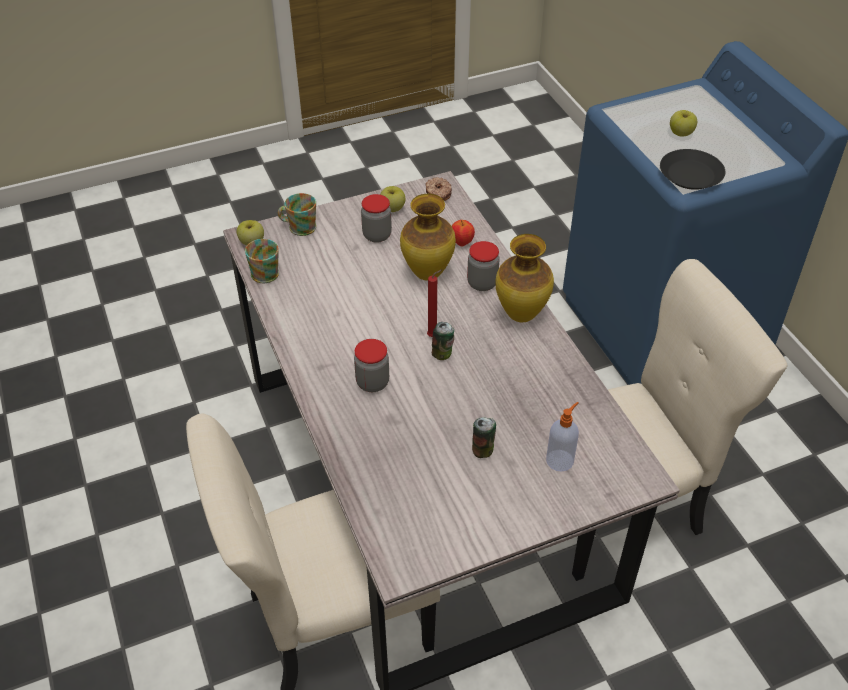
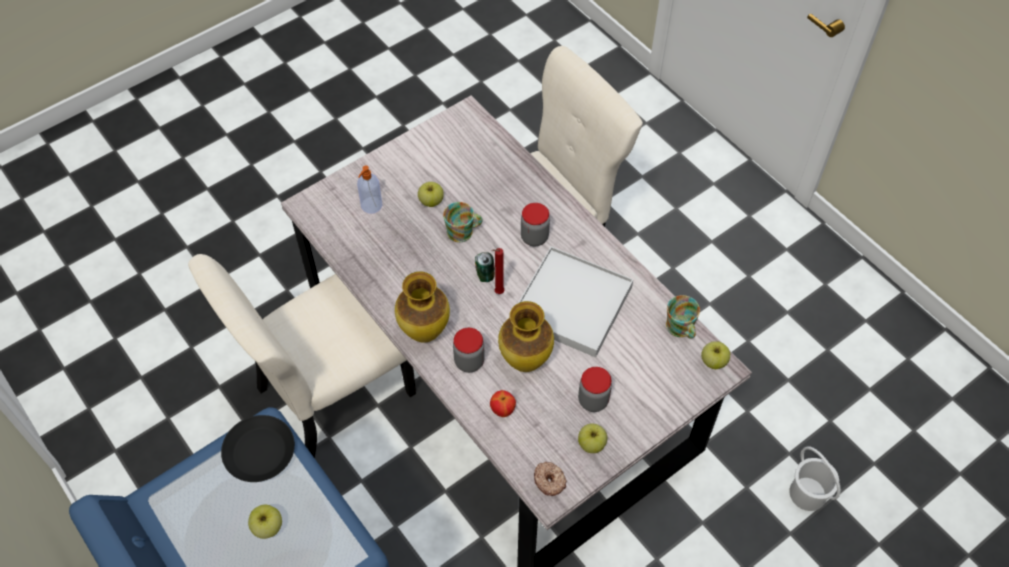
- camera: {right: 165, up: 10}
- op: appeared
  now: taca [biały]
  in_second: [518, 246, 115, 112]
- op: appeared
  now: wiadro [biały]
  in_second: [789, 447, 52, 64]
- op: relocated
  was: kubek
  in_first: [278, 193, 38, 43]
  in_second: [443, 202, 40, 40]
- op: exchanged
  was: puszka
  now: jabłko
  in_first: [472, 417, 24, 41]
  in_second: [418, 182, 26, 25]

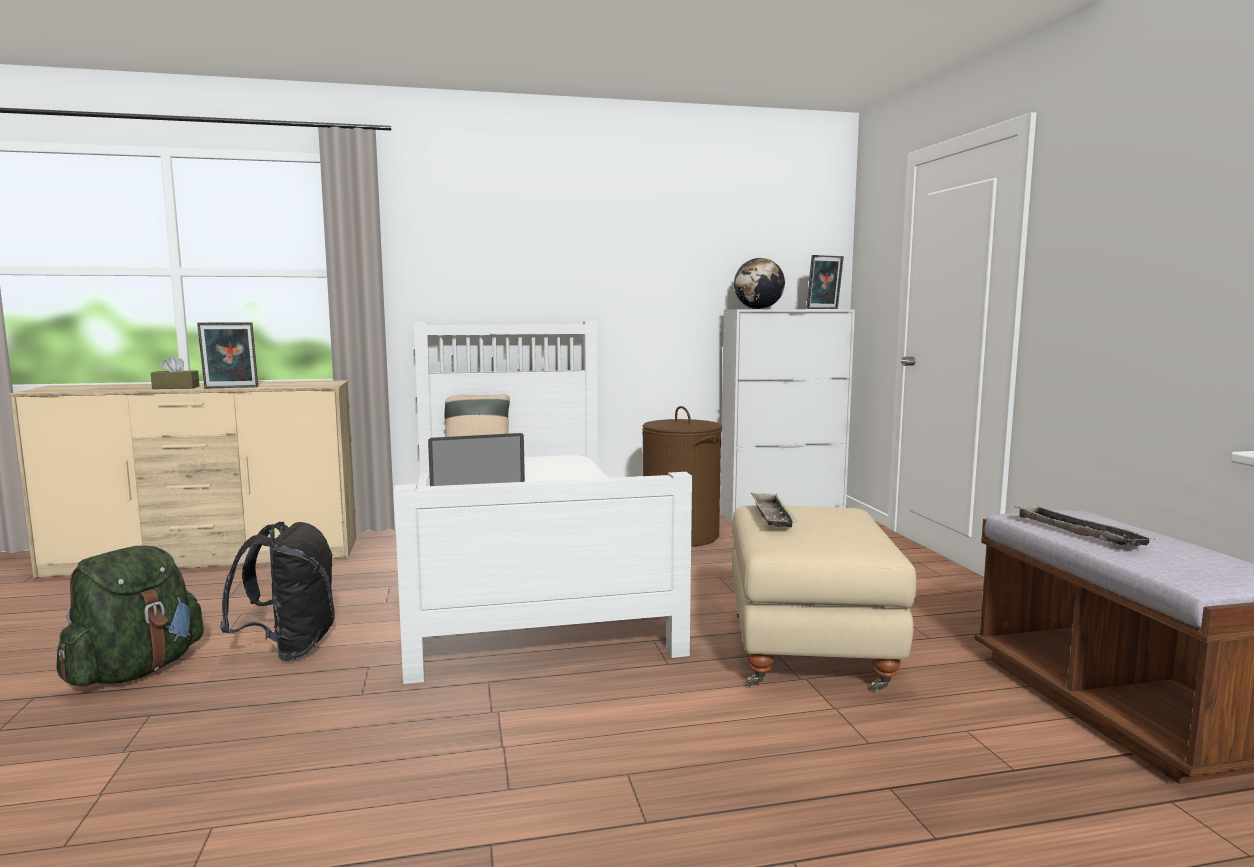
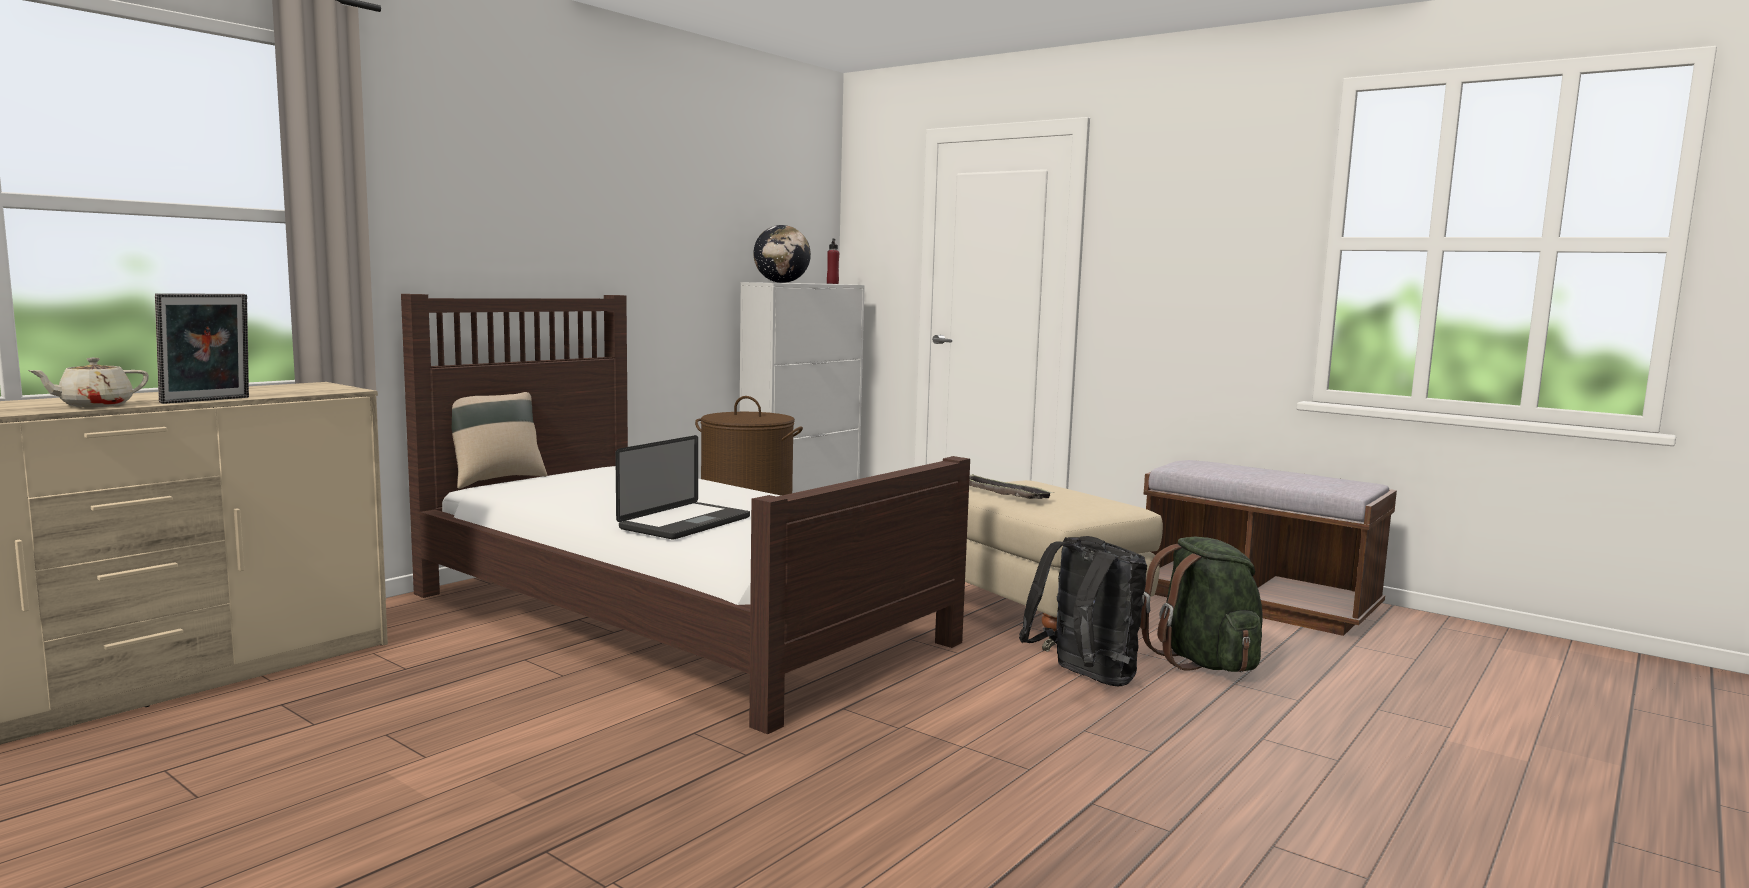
- camera: {right: -40, up: 0}
- op: missing
  was: taca
  in_first: [1015, 505, 139, 41]
- op: relocated
  was: plecak [zielony]
  in_first: [56, 545, 148, 142]
  in_second: [1140, 537, 122, 135]
- op: relocated
  was: plecak [czarny]
  in_first: [220, 522, 115, 139]
  in_second: [1019, 536, 128, 150]
- op: exchanged
  was: pudełko chusteczek [brązowy]
  now: imbryk [beżowy]
  in_first: [151, 356, 48, 33]
  in_second: [28, 358, 121, 49]
- op: exchanged
  was: ramka na zdjęcie
  now: butelka [czerwony]
  in_first: [806, 255, 38, 54]
  in_second: [827, 239, 12, 45]
- op: colour
  was: łóżko [biały]
  now: łóżko [brązowy]
  in_first: [394, 321, 298, 363]
  in_second: [401, 294, 569, 440]

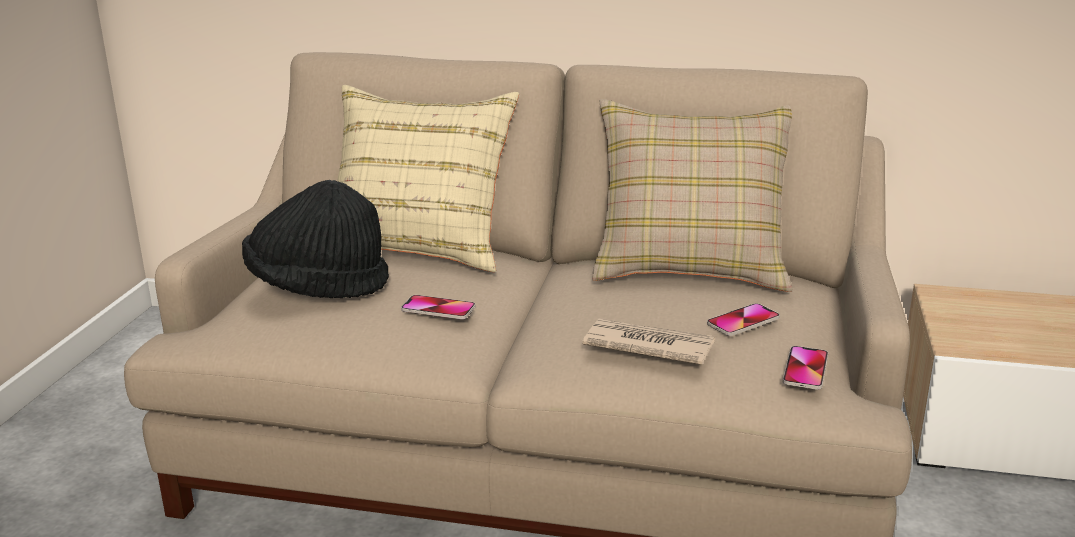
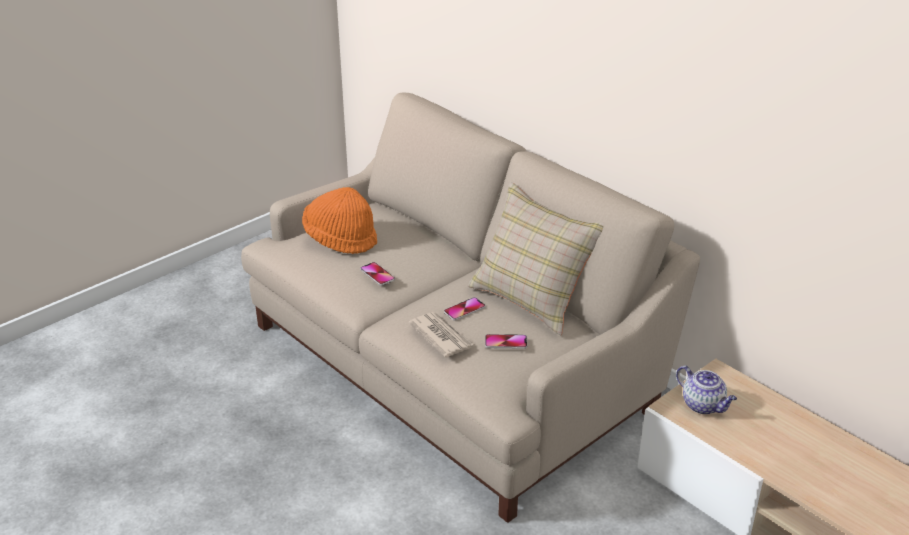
- camera: {right: 35, up: 10}
- op: missing
  was: poduszka [beżowy]
  in_first: [337, 85, 182, 187]
- op: appeared
  now: imbryk
  in_second: [676, 365, 61, 49]
- op: relocated
  was: telefon
  in_first: [783, 346, 45, 44]
  in_second: [444, 297, 42, 24]
- op: colour
  was: kapelusz [czarny]
  now: kapelusz [pomarańczowy]
  in_first: [242, 180, 147, 118]
  in_second: [302, 187, 75, 67]

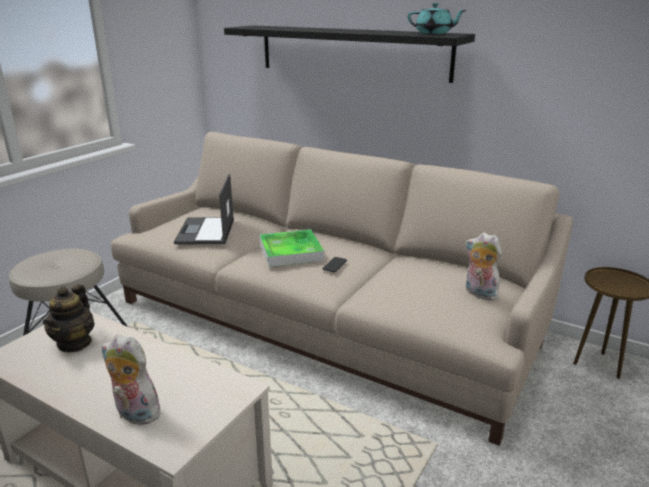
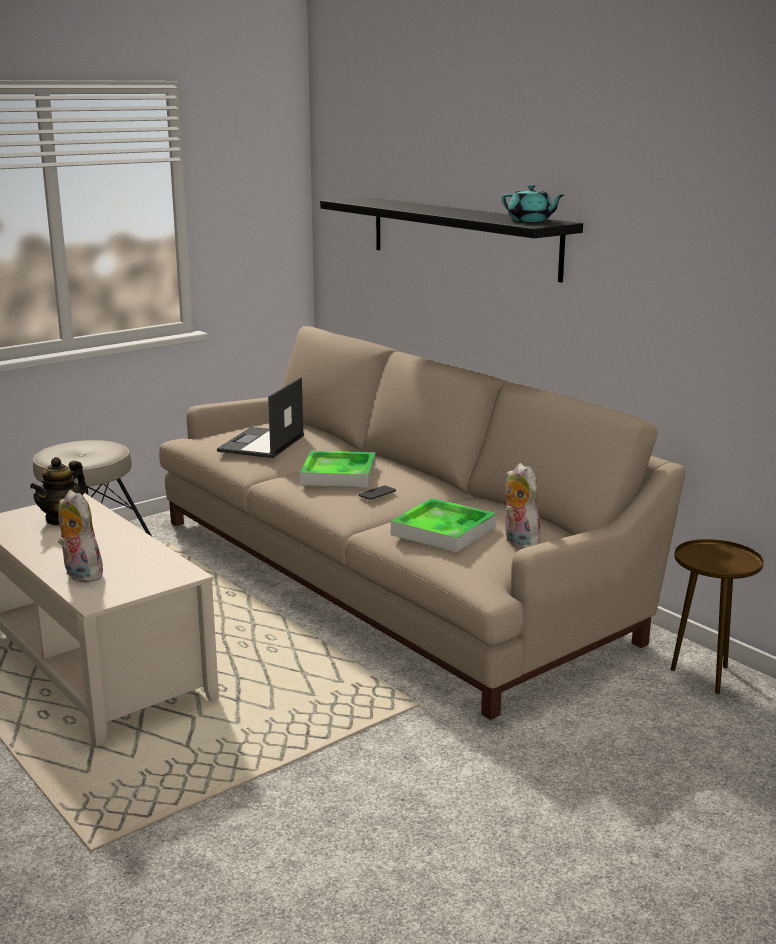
- camera: {right: 20, up: -5}
- op: appeared
  now: taca
  in_second: [391, 498, 105, 54]

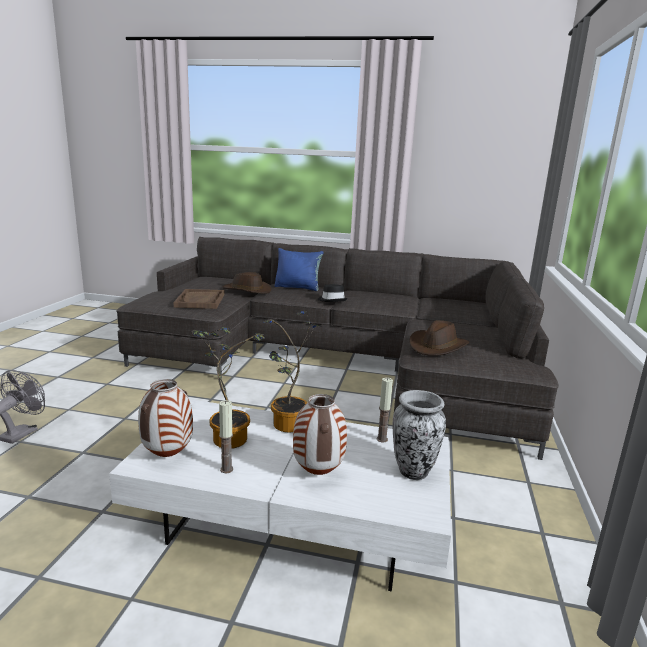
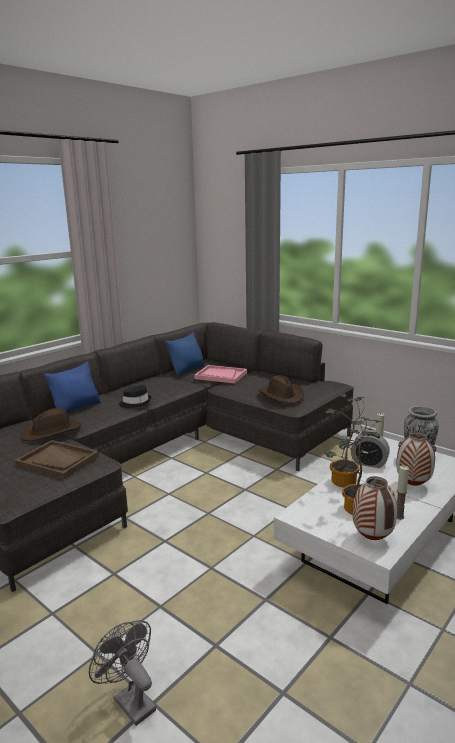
- camera: {right: -60, up: 0}
- op: appeared
  now: poduszka [niebieski]
  in_second: [165, 332, 40, 44]
- op: appeared
  now: taca [różowy]
  in_second: [194, 365, 53, 19]
- op: appeared
  now: budzik
  in_second: [351, 432, 39, 36]

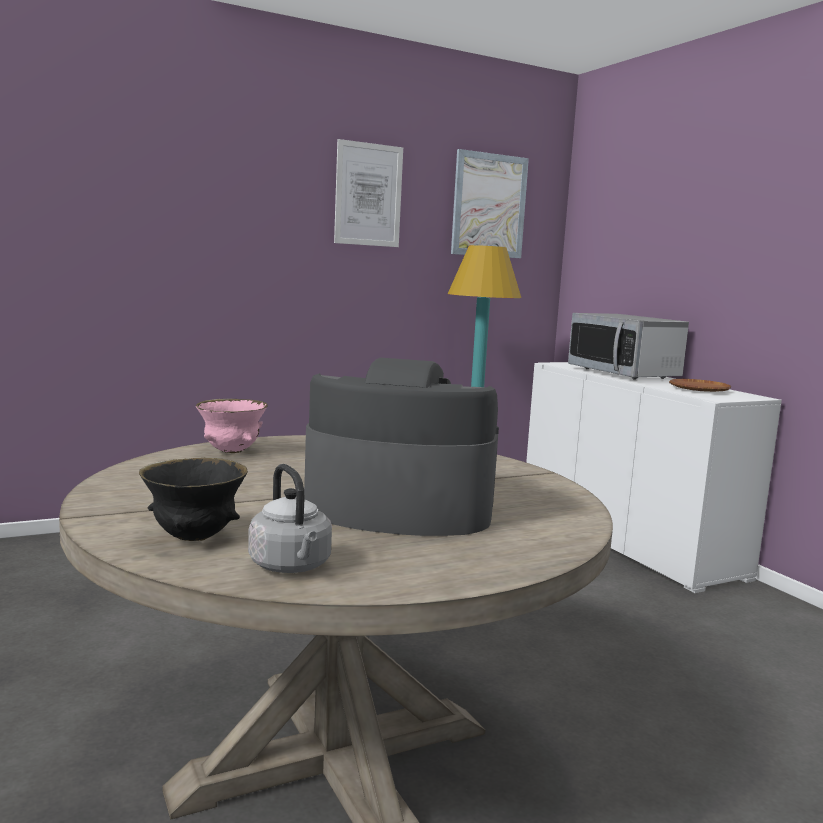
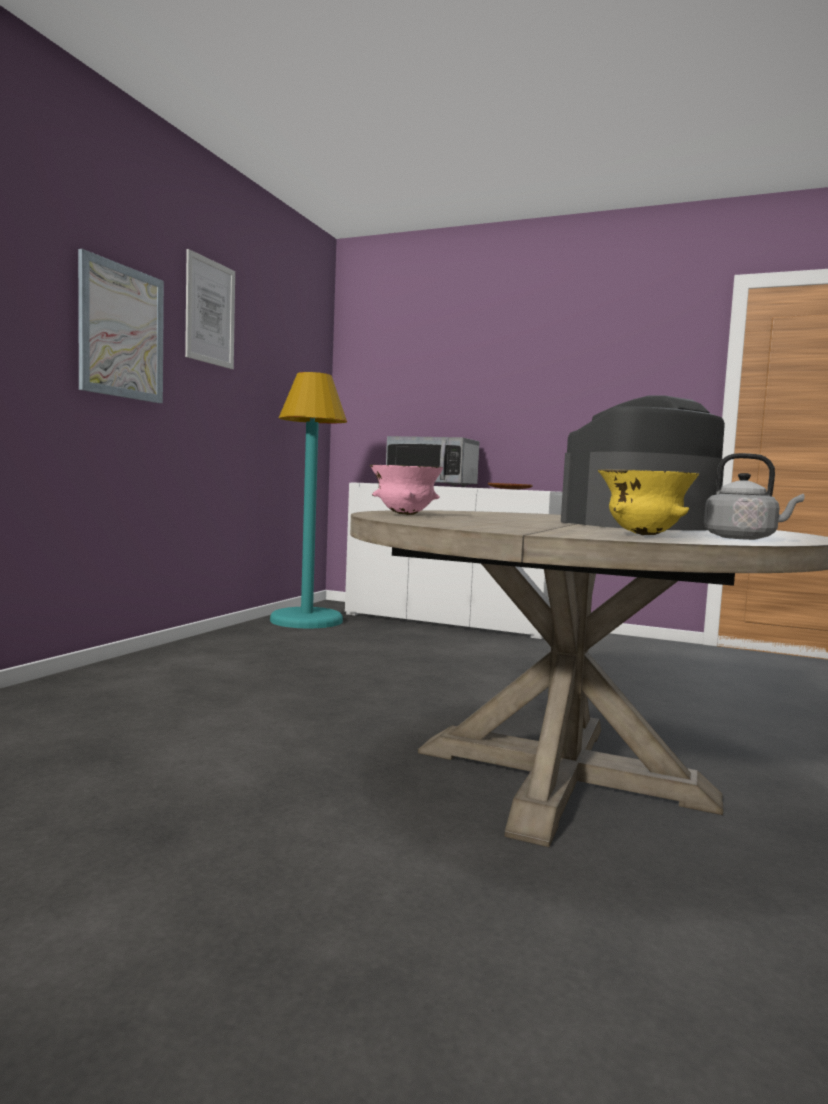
- camera: {right: -40, up: -5}
- op: relocated
  was: obraz
  in_first: [451, 149, 78, 109]
  in_second: [78, 249, 86, 154]
- op: colour
  was: miska [czarny]
  now: miska [żółty]
  in_first: [139, 458, 109, 83]
  in_second: [598, 469, 101, 66]

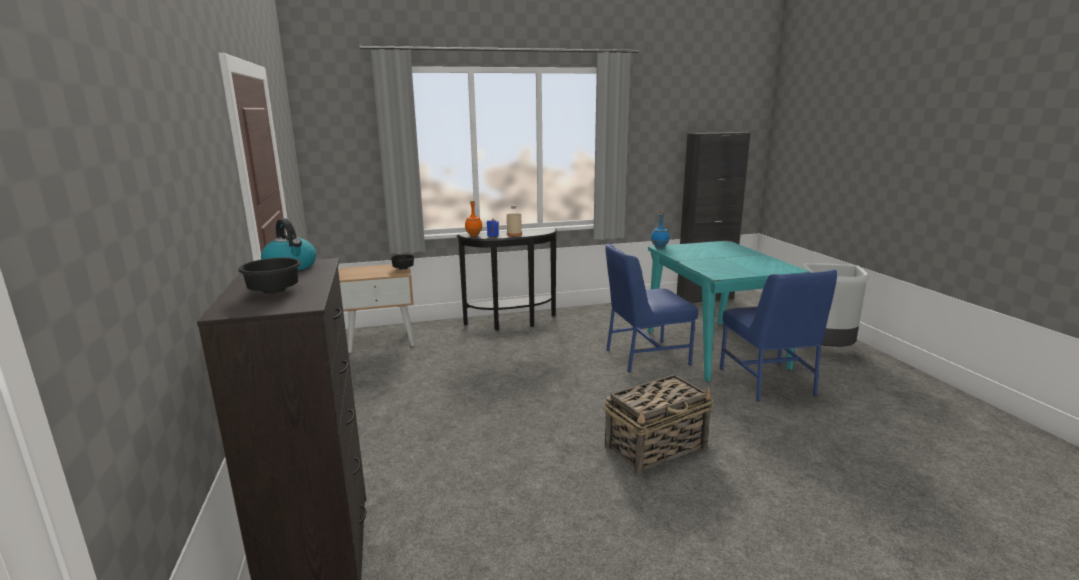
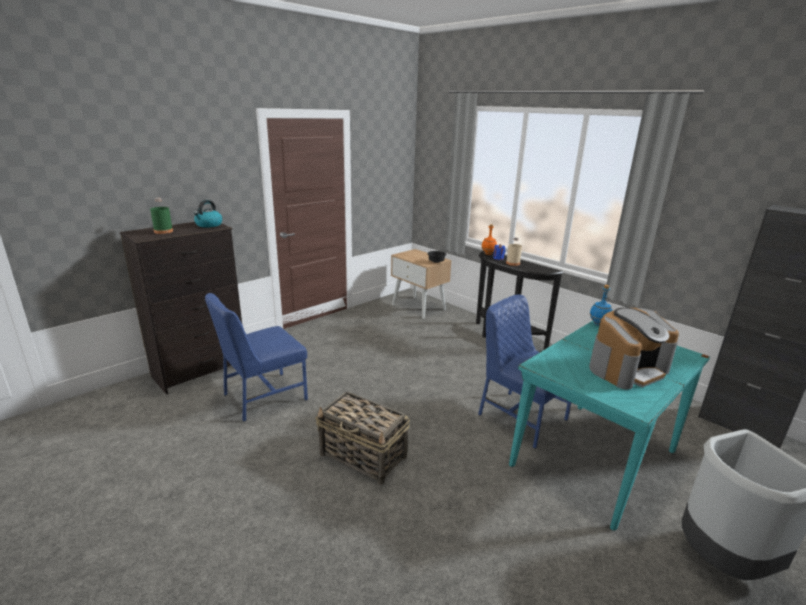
- camera: {right: 60, up: 5}
- op: appeared
  now: ekspres do kawy
  in_second: [589, 308, 90, 82]
- op: relocated
  was: krzesło [niebieski]
  in_first: [720, 269, 117, 132]
  in_second: [205, 293, 103, 129]
- op: exchanged
  was: miska [czarny]
  now: butelka [zielony]
  in_first: [238, 258, 63, 36]
  in_second: [150, 198, 23, 36]

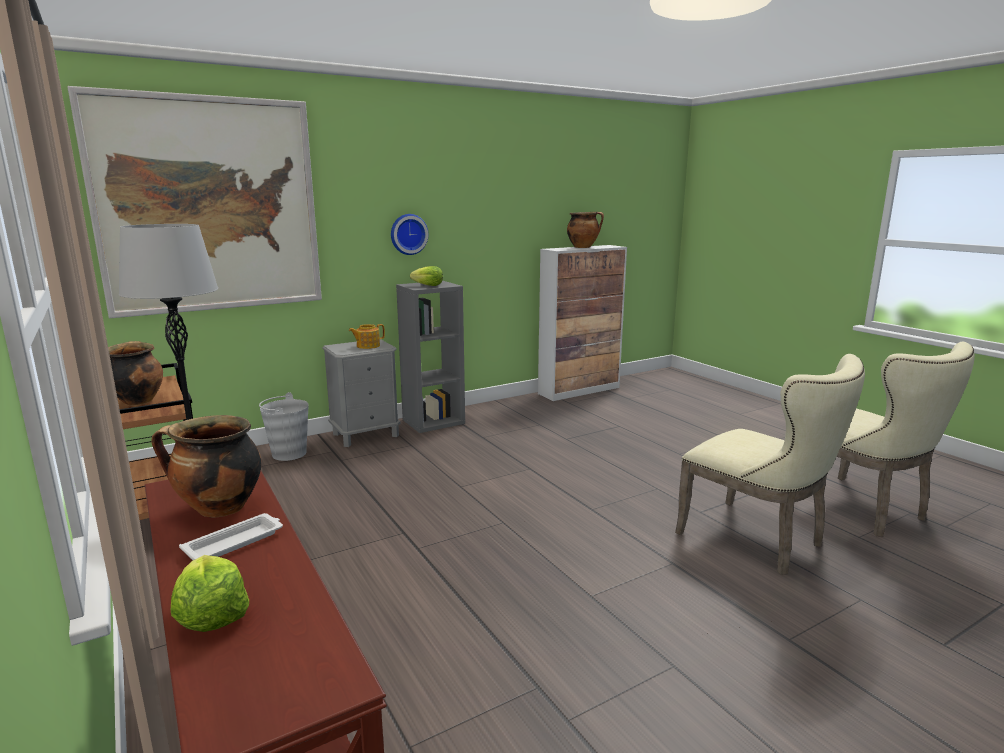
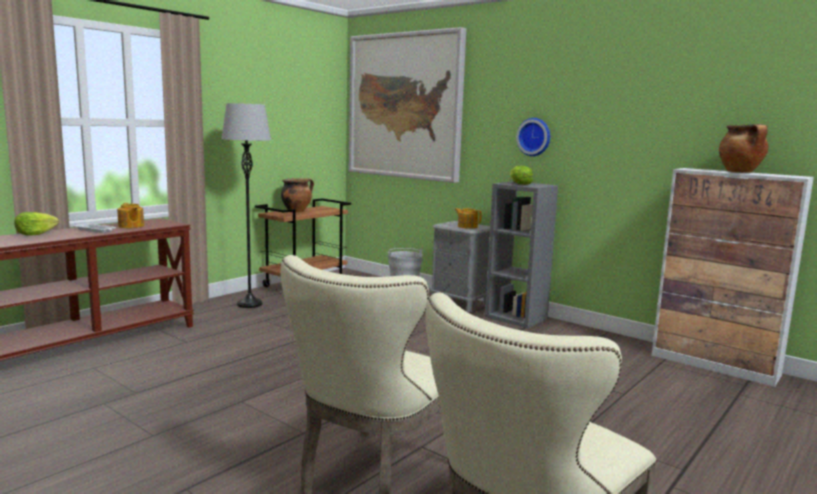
- camera: {right: 70, up: -5}
- op: exchanged
  was: garnek
  now: imbryk
  in_first: [152, 415, 109, 103]
  in_second: [117, 203, 27, 25]

